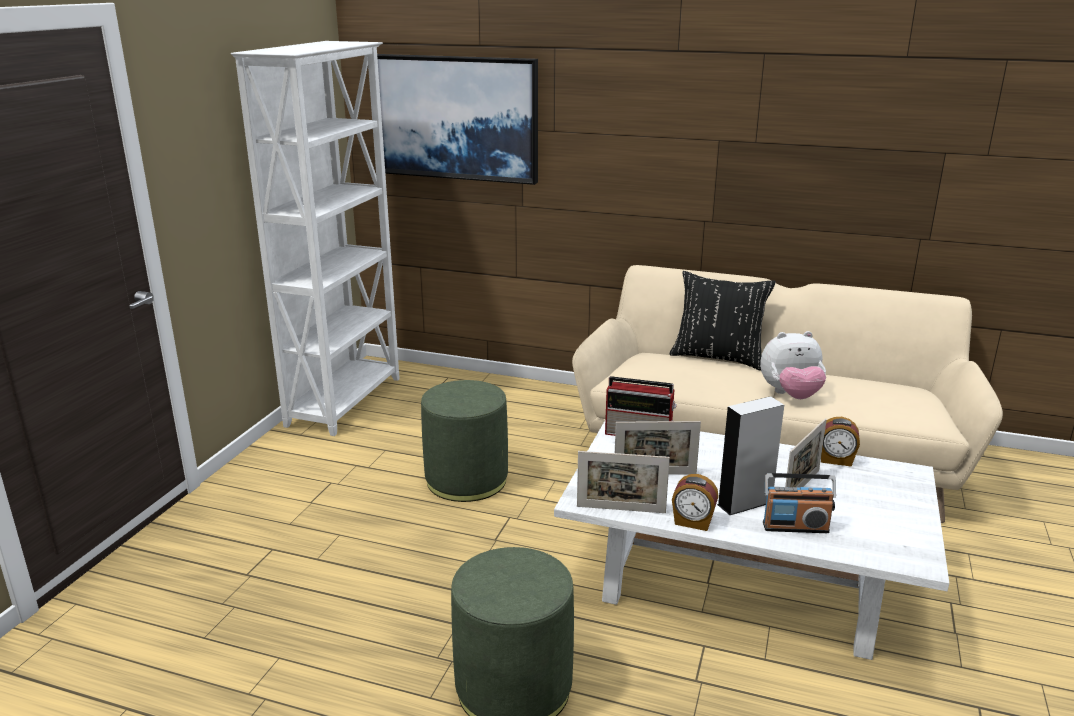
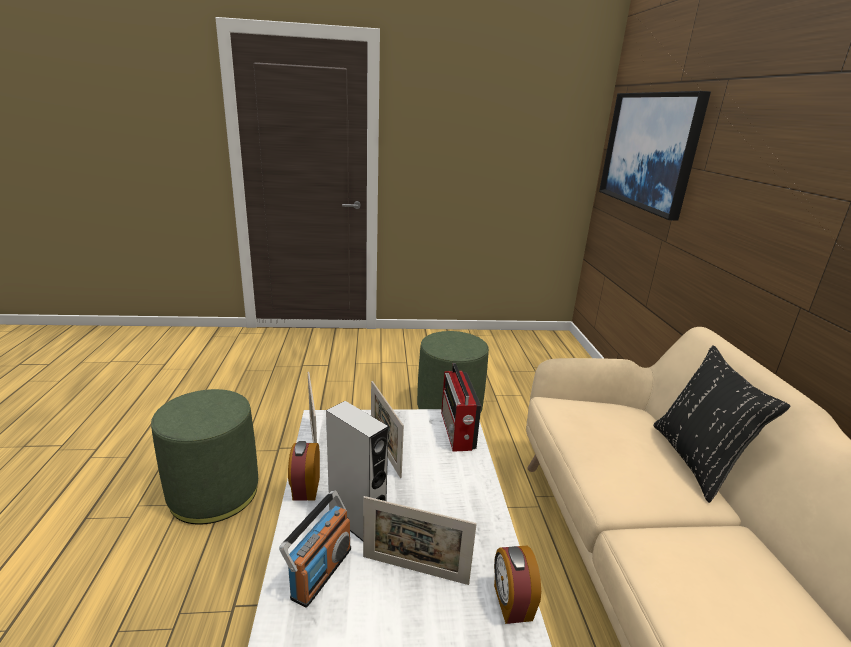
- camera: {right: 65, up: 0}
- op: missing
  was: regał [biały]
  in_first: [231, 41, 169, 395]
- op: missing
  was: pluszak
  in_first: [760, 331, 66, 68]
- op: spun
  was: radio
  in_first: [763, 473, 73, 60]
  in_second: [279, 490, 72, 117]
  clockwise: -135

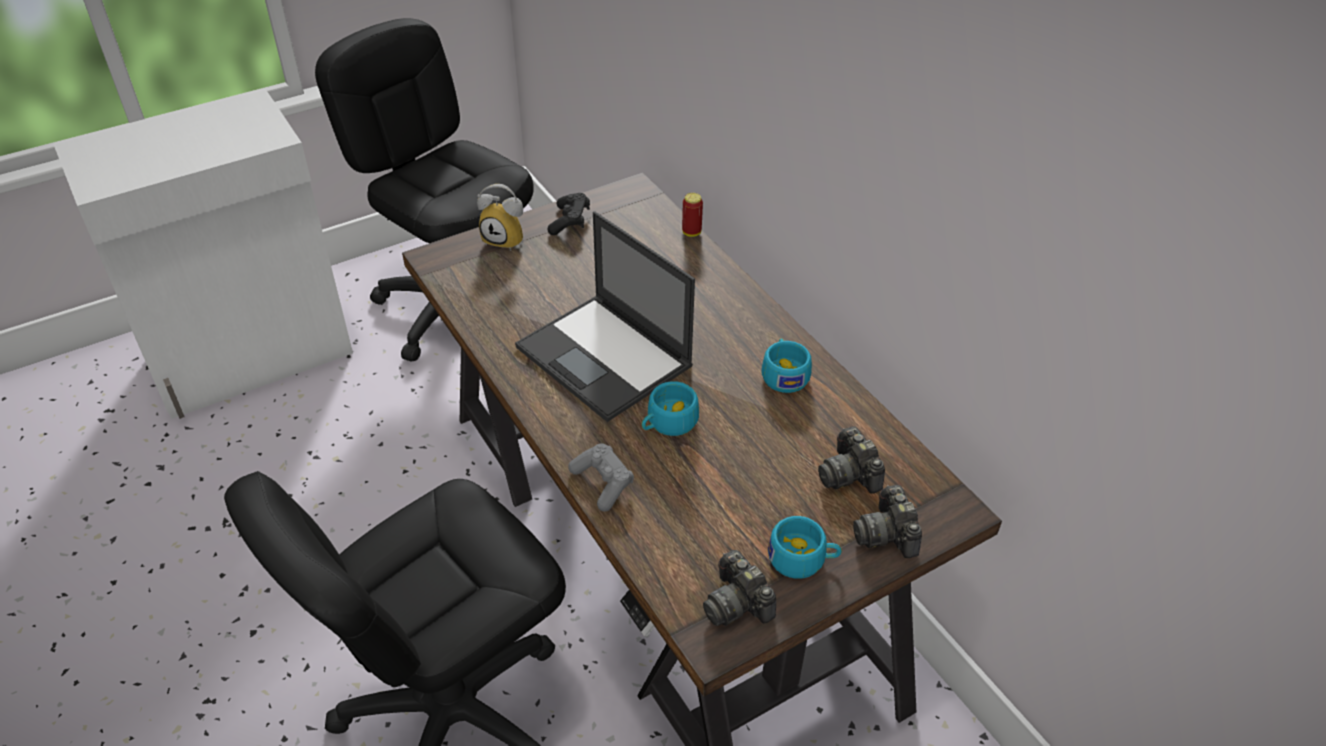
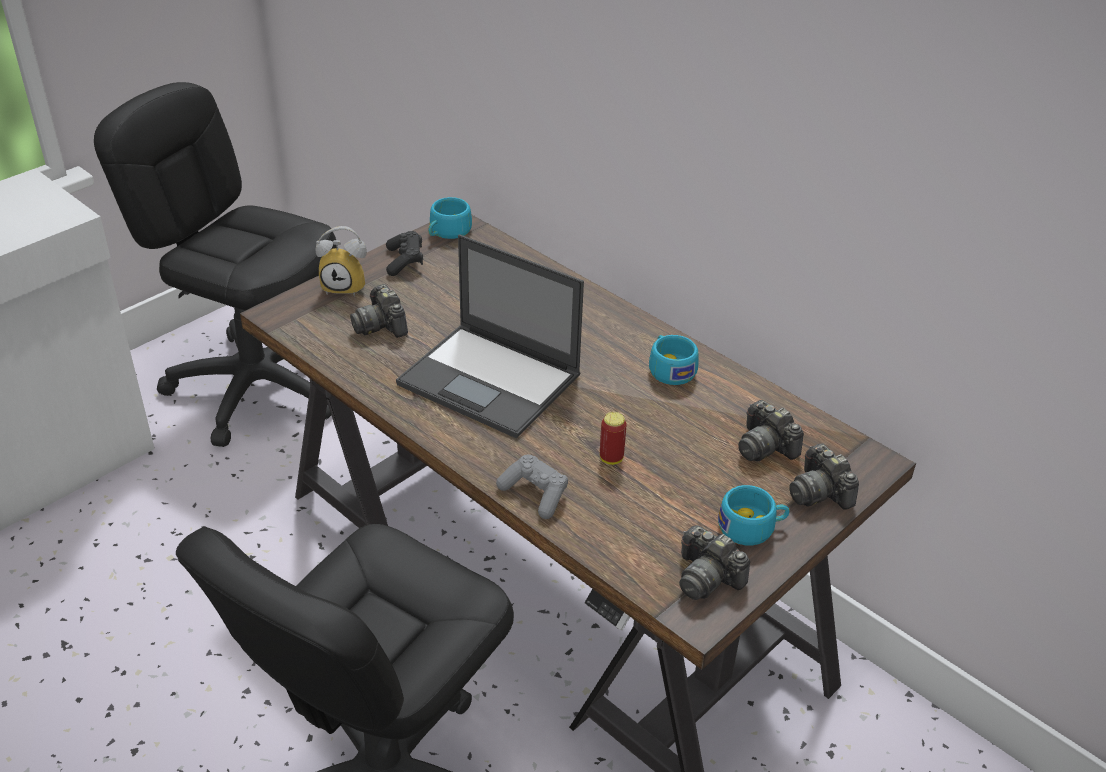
- camera: {right: -15, up: -5}
- op: appeared
  now: aparat fotograficzny
  in_second: [350, 284, 58, 54]
- op: relocated
  was: filiżanka [turkusowy]
  in_first: [642, 381, 57, 55]
  in_second: [428, 197, 44, 42]
- op: relocated
  was: puszka
  in_first: [682, 193, 21, 44]
  in_second: [600, 412, 27, 53]

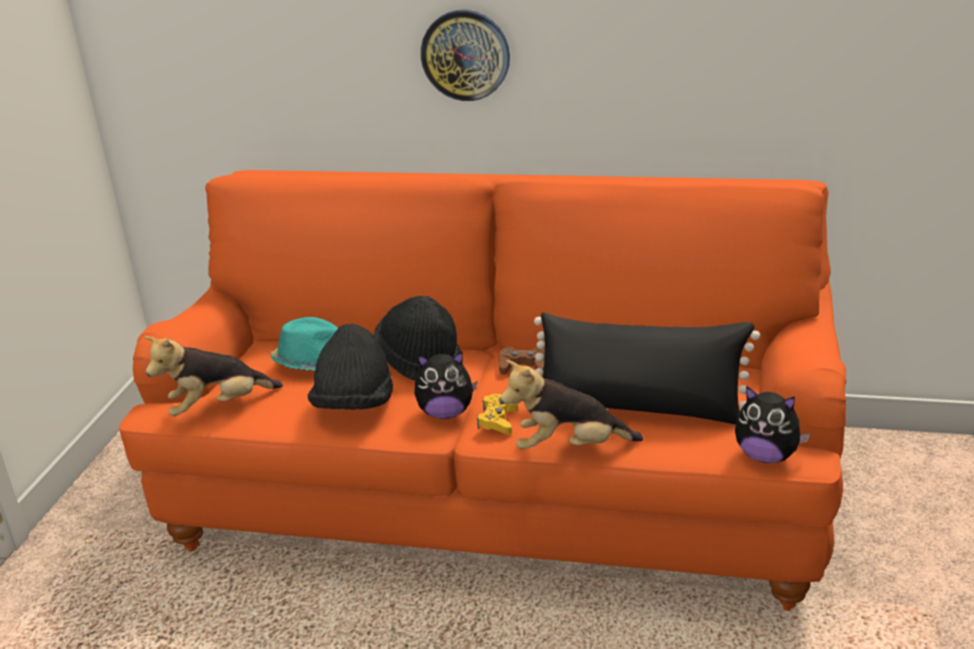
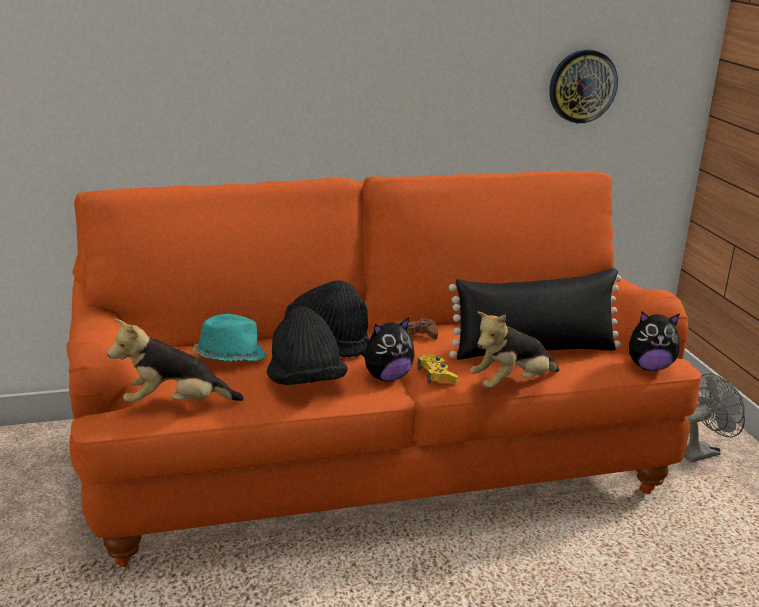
- camera: {right: -30, up: -5}
- op: appeared
  now: wentylator [szary]
  in_second: [684, 373, 61, 90]
- op: relocated
  was: zegar ścienny
  in_first: [421, 10, 89, 91]
  in_second: [549, 50, 69, 73]
- op: spun
  was: pluszak
  in_first: [144, 336, 139, 80]
  in_second: [107, 319, 137, 83]
  clockwise: 45

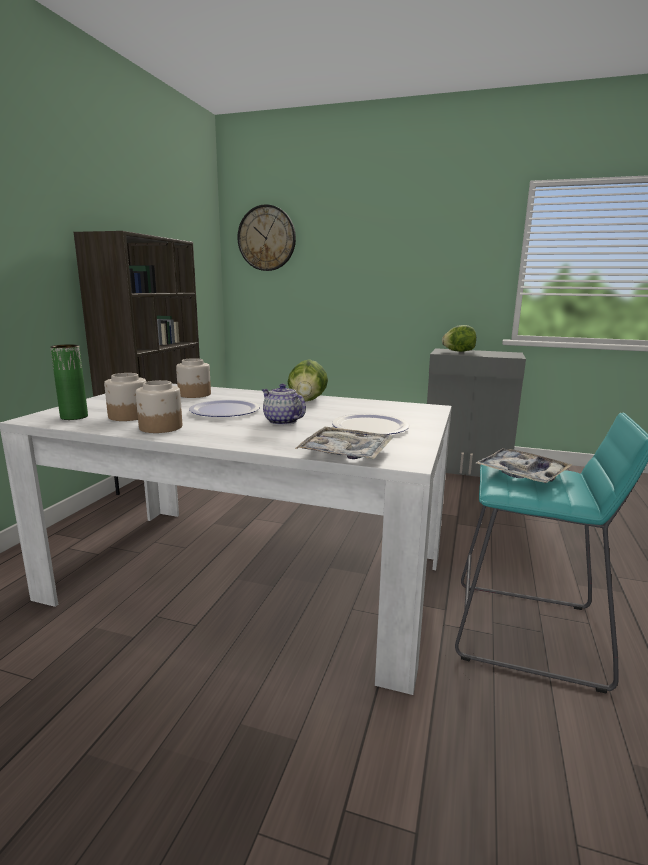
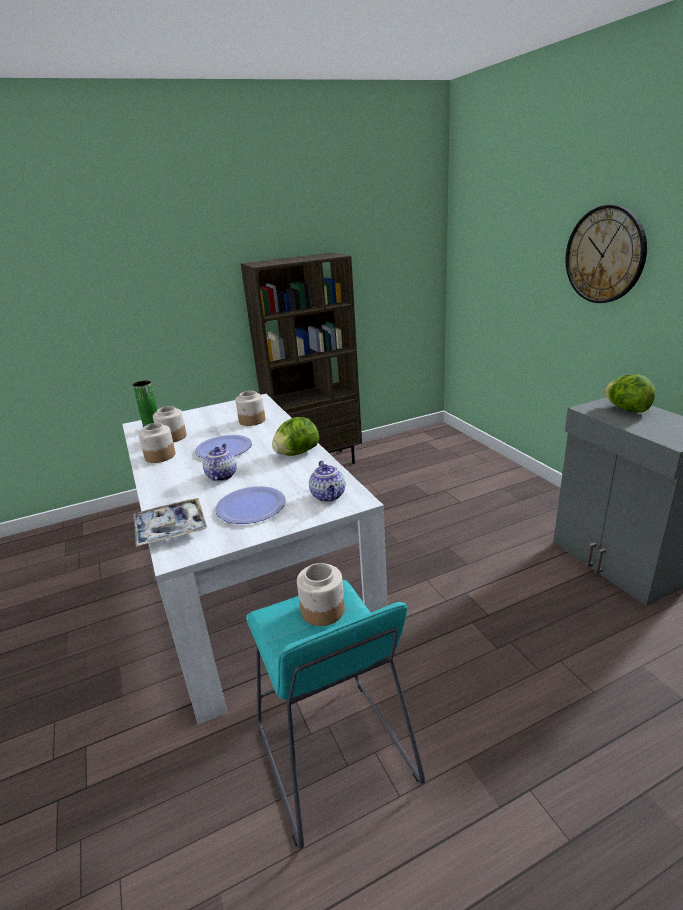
- camera: {right: 50, up: 10}
- op: appeared
  now: imbryk
  in_second: [309, 461, 37, 41]
- op: relocated
  was: zegar ścienny
  in_first: [238, 204, 58, 67]
  in_second: [566, 205, 81, 98]
- op: exchanged
  was: taca
  now: słoik
  in_first: [476, 448, 97, 35]
  in_second: [297, 563, 48, 63]

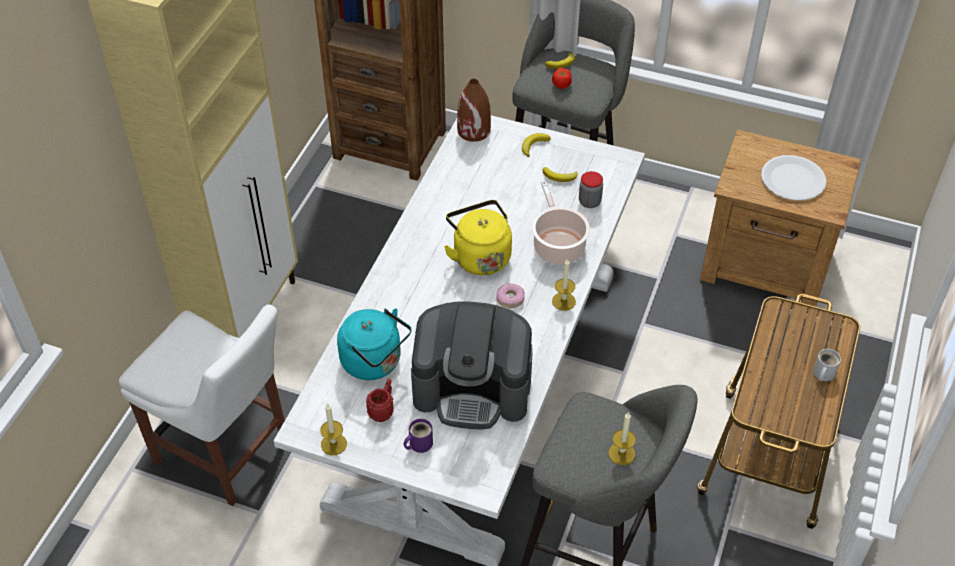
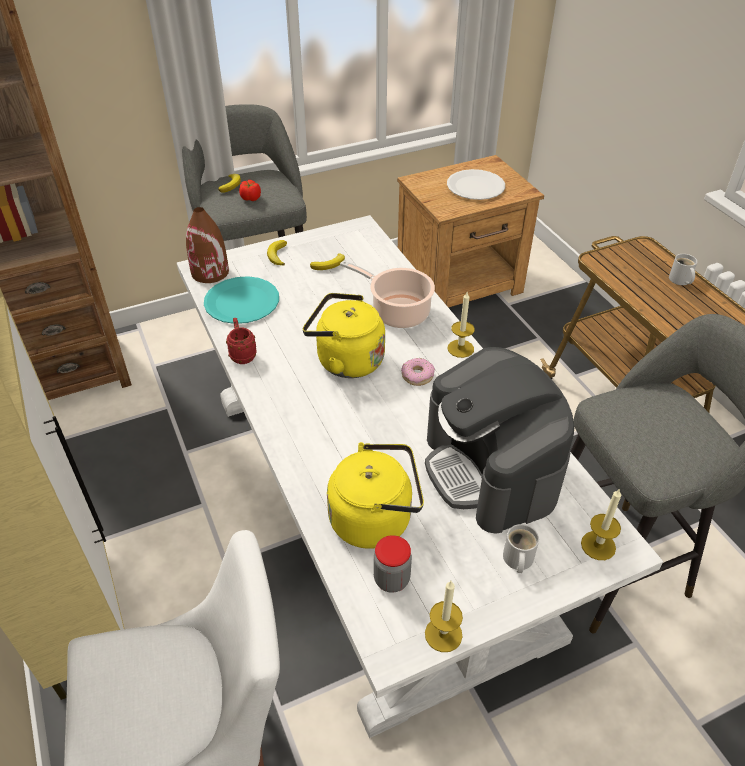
- camera: {right: -45, up: -5}
- op: appeared
  now: talerz [turkusowy]
  in_second: [204, 276, 75, 48]
- op: relocated
  was: kubek [czerwony]
  in_first: [366, 379, 28, 43]
  in_second: [226, 318, 30, 46]
- op: relocated
  was: słoik
  in_first: [579, 171, 24, 37]
  in_second: [374, 535, 38, 58]
- op: relocated
  was: świeca
  in_first: [609, 412, 27, 53]
  in_second: [581, 488, 40, 72]
- op: colour
  was: czajnik [turkusowy]
  now: czajnik [żółty]
  in_first: [337, 308, 74, 72]
  in_second: [327, 442, 97, 107]
- op: colour
  was: kubek [fioletowy]
  now: kubek [biały]
  in_first: [403, 419, 30, 34]
  in_second: [503, 524, 36, 49]
- op: spun
  was: ekspres do kawy
  in_first: [411, 302, 122, 127]
  in_second: [425, 347, 149, 187]
  clockwise: 105

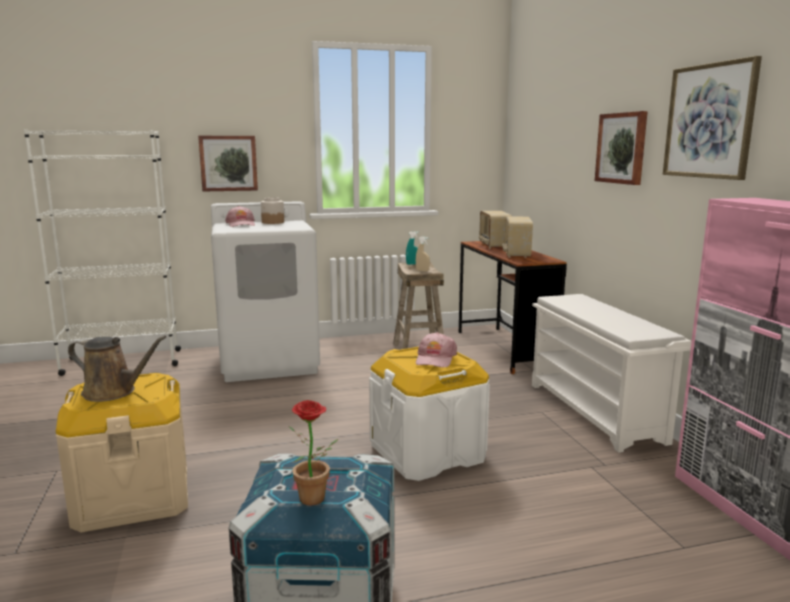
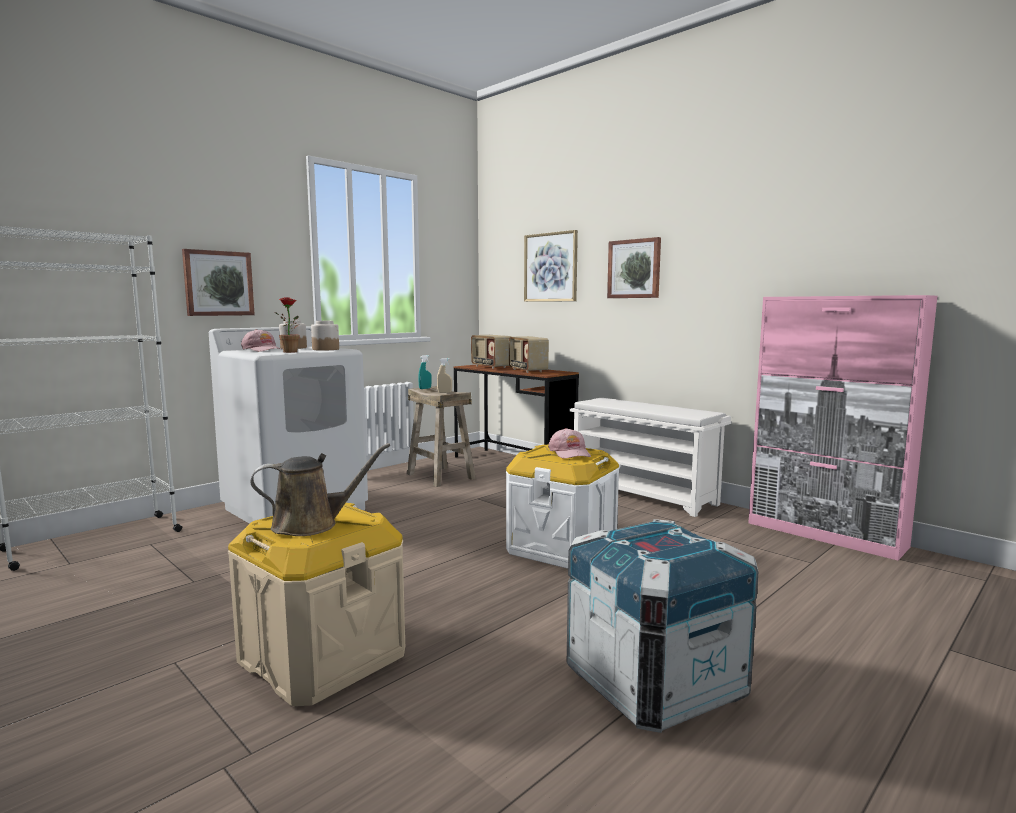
- camera: {right: -30, up: -5}
- op: appeared
  now: słoik
  in_second: [311, 321, 28, 30]
- op: relocated
  was: roślina doniczkowa
  in_first: [288, 400, 51, 106]
  in_second: [275, 297, 25, 56]
- op: relocated
  was: obraz
  in_first: [663, 56, 99, 124]
  in_second: [524, 230, 54, 72]

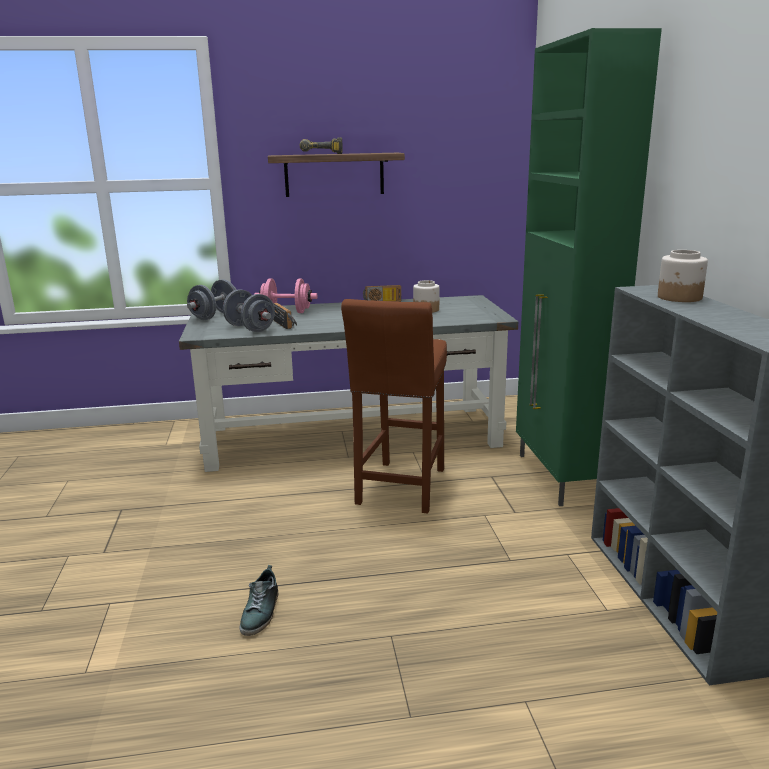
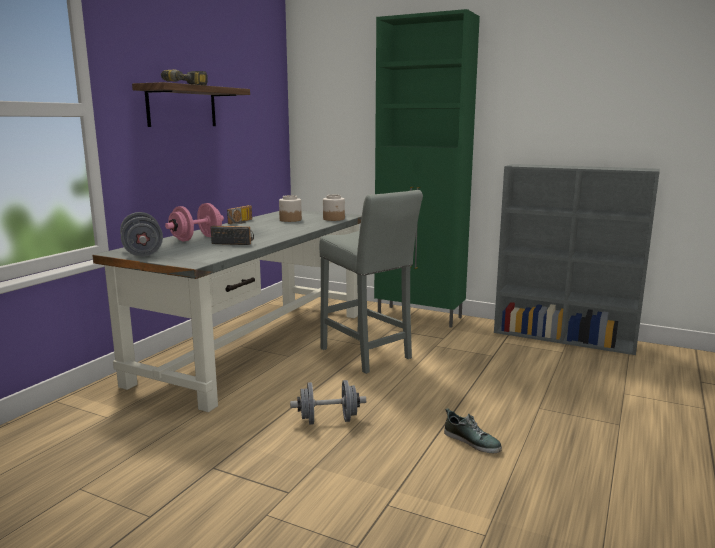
- camera: {right: -55, up: -5}
- op: relocated
  was: hantel [szary]
  in_first: [223, 289, 52, 43]
  in_second: [290, 380, 76, 45]
- op: relocated
  was: słoik
  in_first: [658, 250, 50, 52]
  in_second: [323, 195, 22, 26]
- op: colour
  was: stołek [brązowy]
  now: stołek [szary]
  in_first: [341, 299, 106, 214]
  in_second: [319, 190, 104, 184]

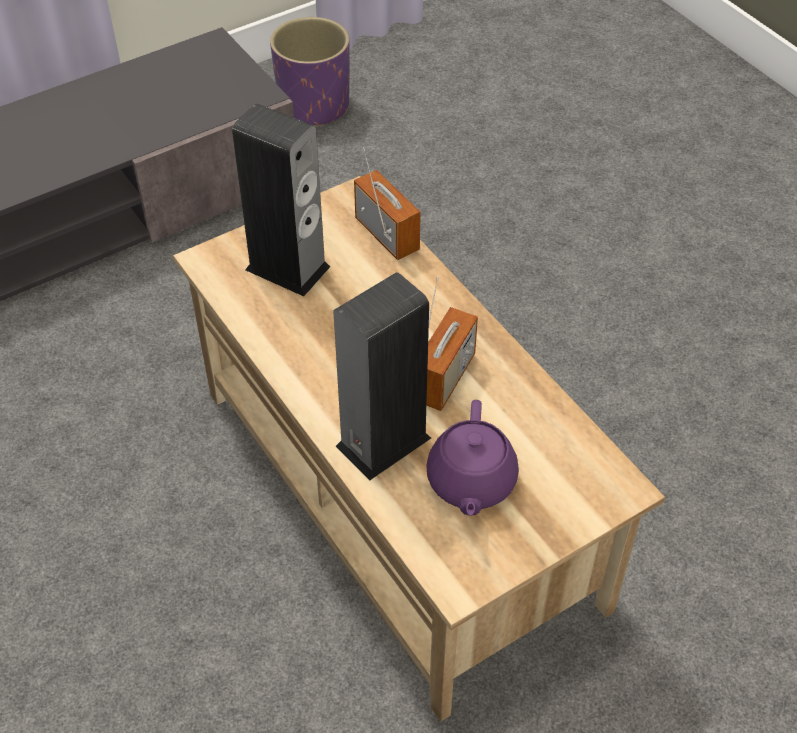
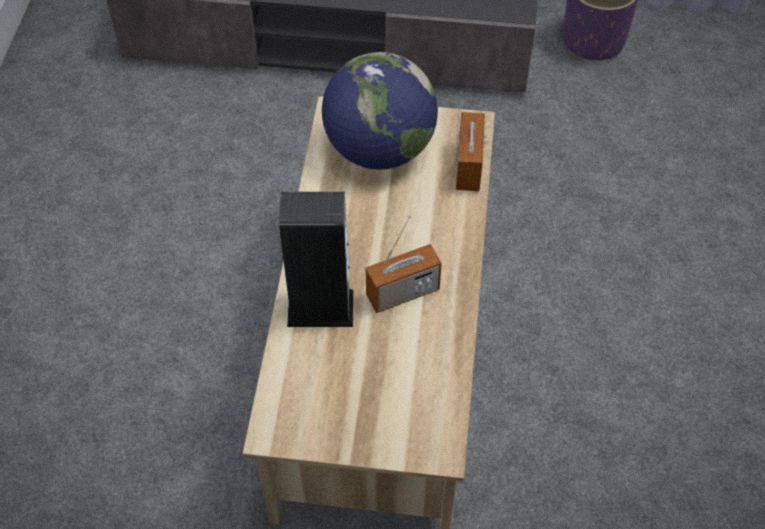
- camera: {right: 40, up: 5}
- op: missing
  was: imbryk [fioletowy]
  in_first: [426, 400, 93, 116]
- op: exchanged
  was: głośnik
  now: globus
  in_first: [232, 103, 98, 193]
  in_second: [322, 52, 116, 118]

